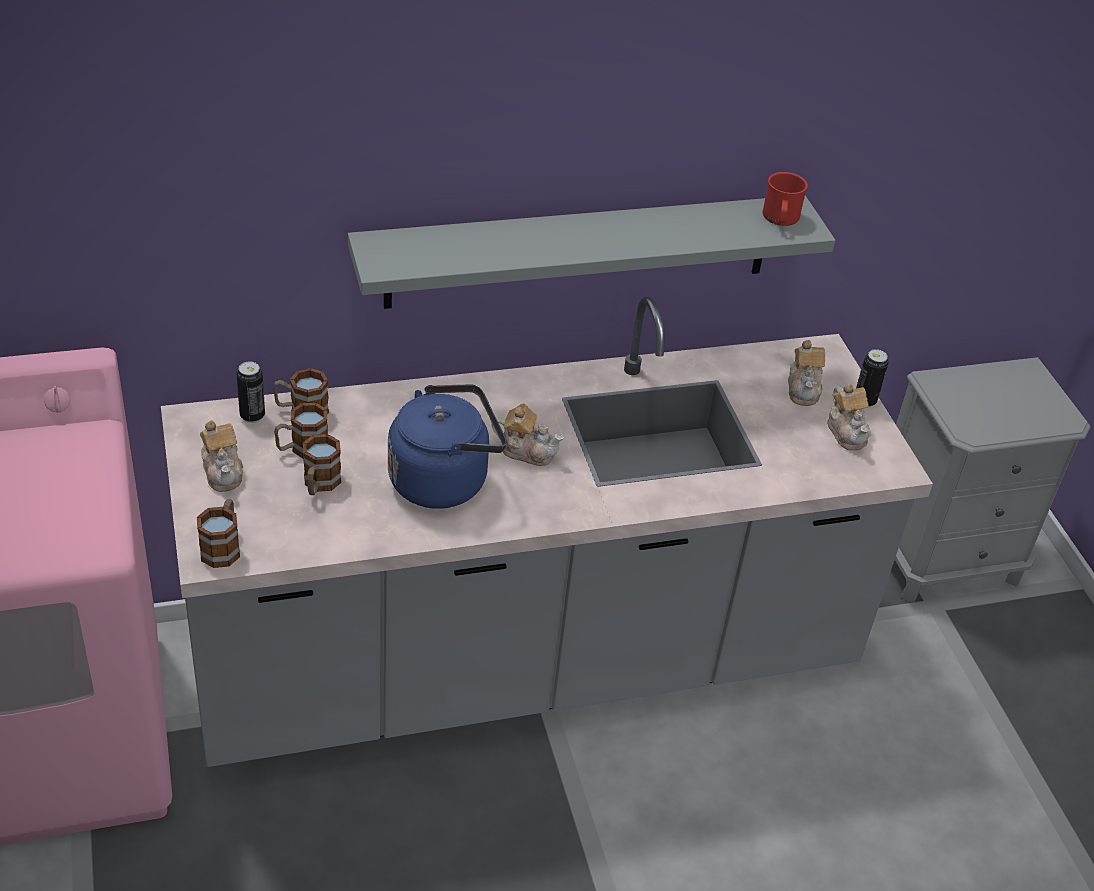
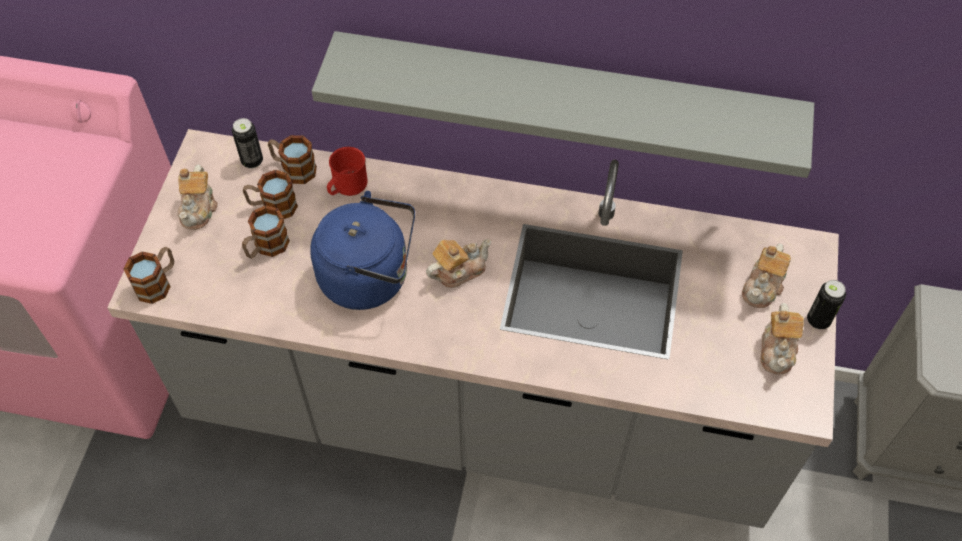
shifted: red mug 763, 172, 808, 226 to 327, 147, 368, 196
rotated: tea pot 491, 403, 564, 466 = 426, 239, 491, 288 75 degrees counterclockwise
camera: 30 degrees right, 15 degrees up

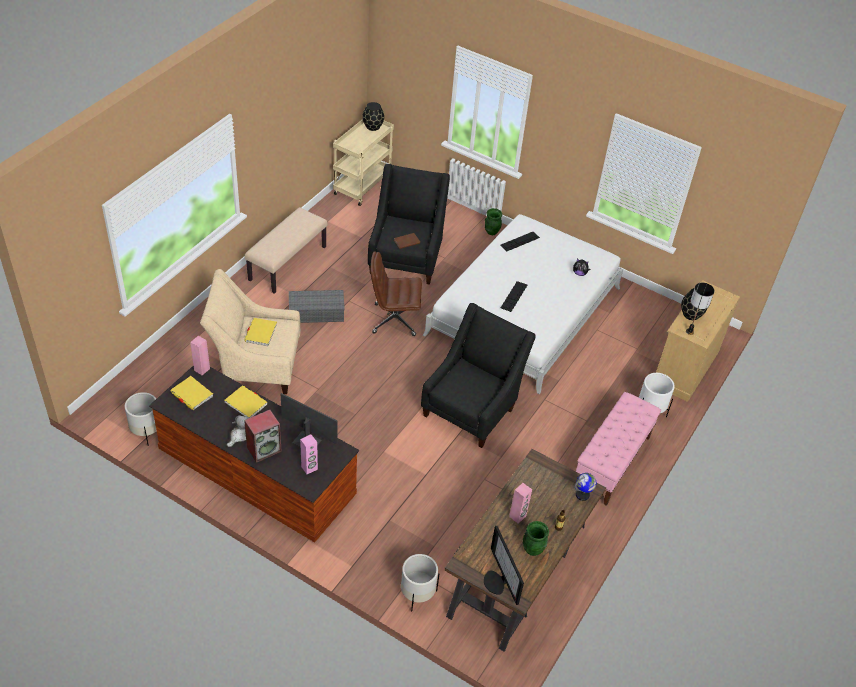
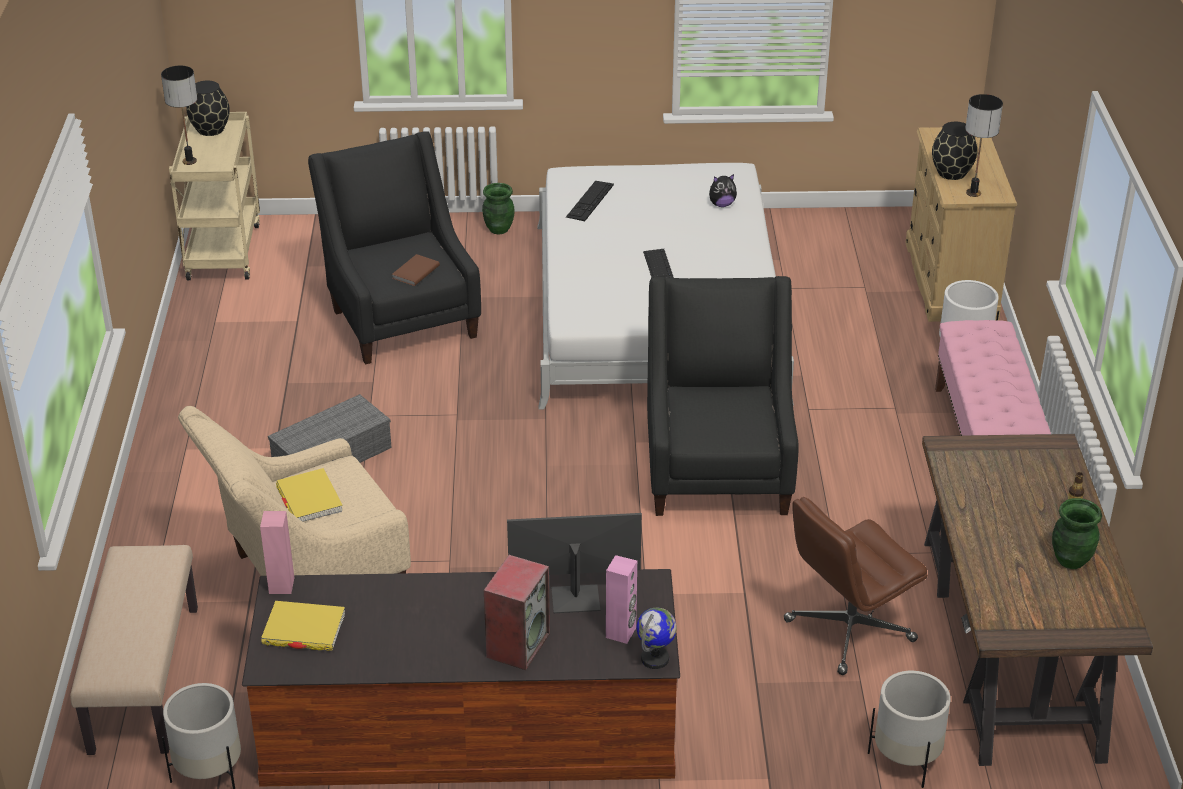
gone: yellow-coloured book 224, 385, 268, 418; plush toy 227, 415, 248, 447; pink-coloured audio speaker 509, 483, 532, 523; monitor 484, 526, 524, 605
new: lamp for a table 161, 66, 197, 165
shifted: sand-coloured bench 244, 207, 328, 294 to 70, 545, 198, 755; brownish computer chair 371, 252, 422, 336 to 784, 497, 928, 675; globe 574, 473, 596, 501 to 636, 608, 677, 669
camera: 30 degrees left, 10 degrees down

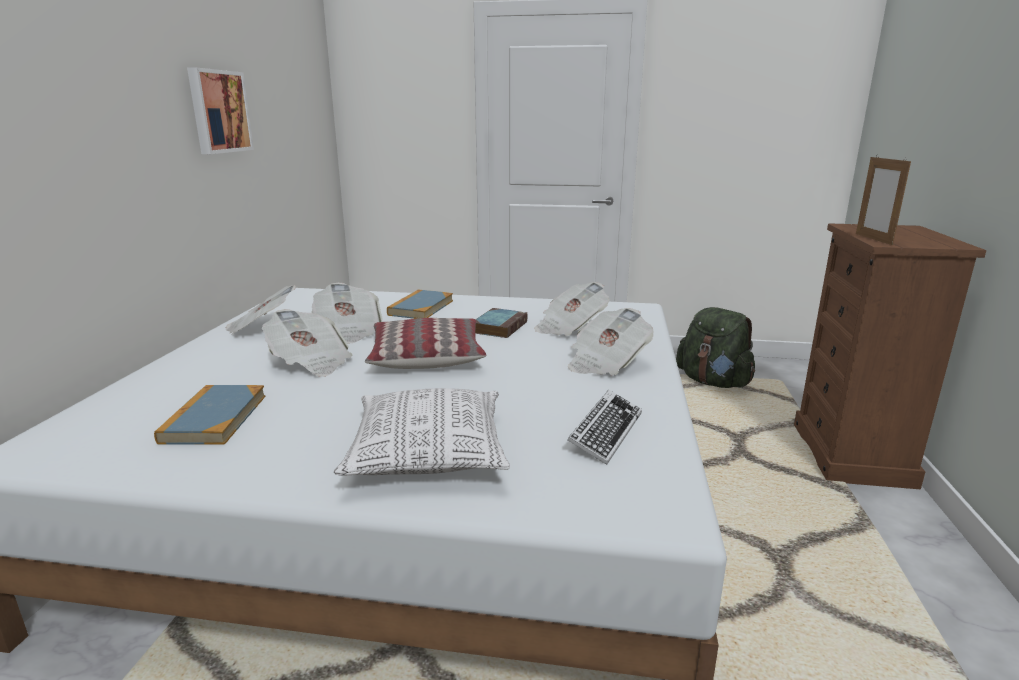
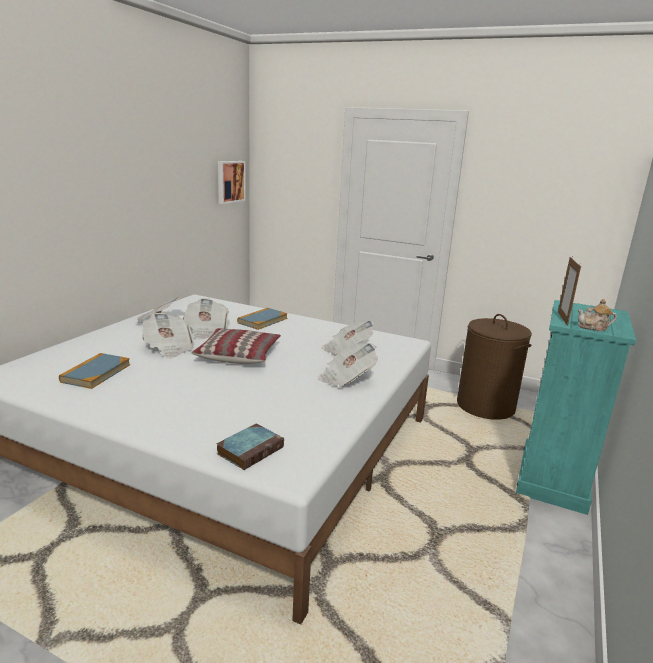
gone: pillow 334, 388, 510, 475; computer keyboard 567, 390, 642, 465
new: tea pot 578, 299, 617, 331
shifted: wall picture 187, 67, 254, 154 to 218, 161, 246, 204; book 475, 308, 527, 338 to 217, 424, 284, 470
swapped: greenish rucksack 676, 307, 755, 388 to brownish washing basket 457, 314, 532, 420
repainted: brownish drawer chest 794, 223, 986, 489 to turquoise drawer chest 516, 300, 636, 515
camera: 15 degrees right, 0 degrees up

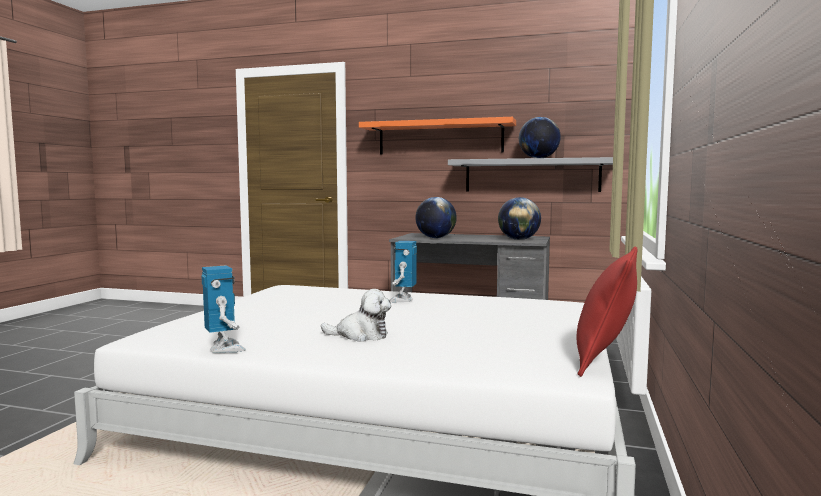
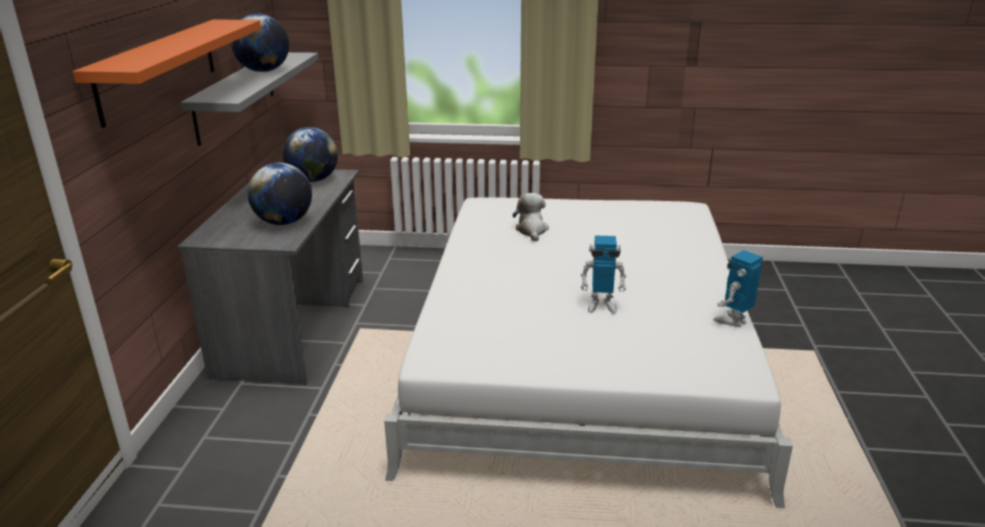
gone: red pillow 577, 246, 638, 377
shifted: model robot 389, 241, 417, 302 to 581, 236, 626, 314; plush toy 321, 289, 391, 342 to 513, 193, 549, 242
camera: 100 degrees left, 20 degrees up

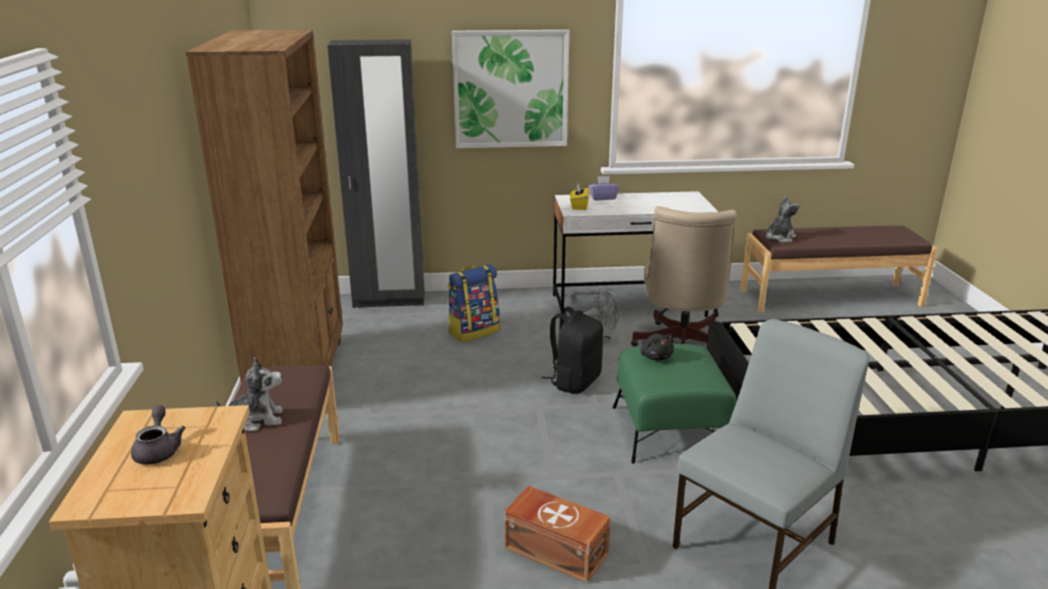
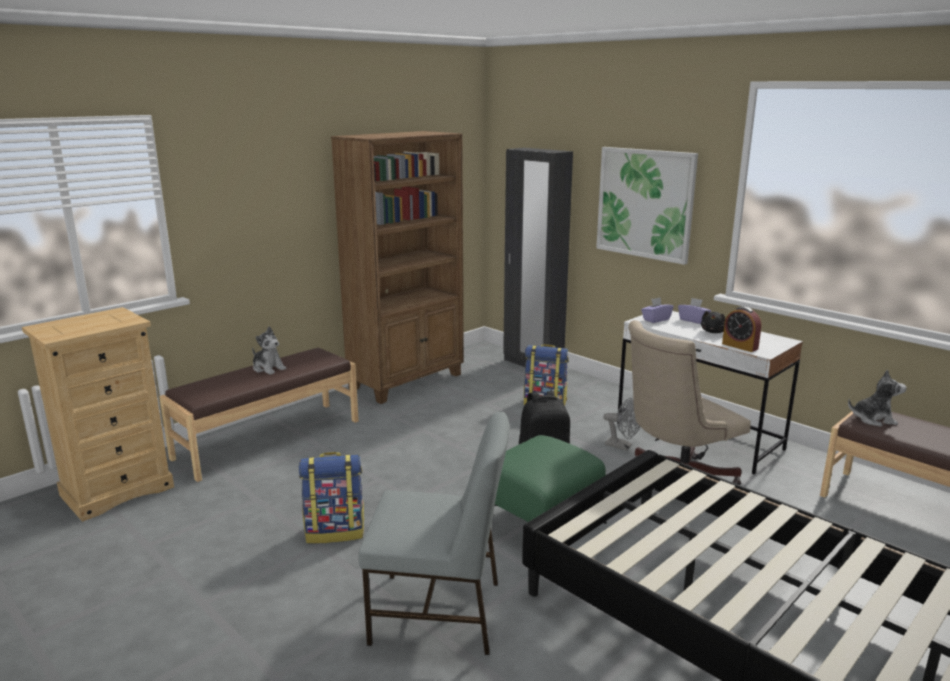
gone: grey tea pot 131, 405, 186, 465
new: bedside clock 722, 307, 761, 352
shifted: black-coloured plush toy 640, 333, 674, 360 to 701, 311, 725, 333
swapped: brownish storage container 504, 486, 611, 583 to rucksack 299, 452, 364, 544
repainted: yellow-coloured tissue holder 570, 183, 590, 210 to purple tissue holder 641, 297, 674, 323
camera: 50 degrees right, 5 degrees down

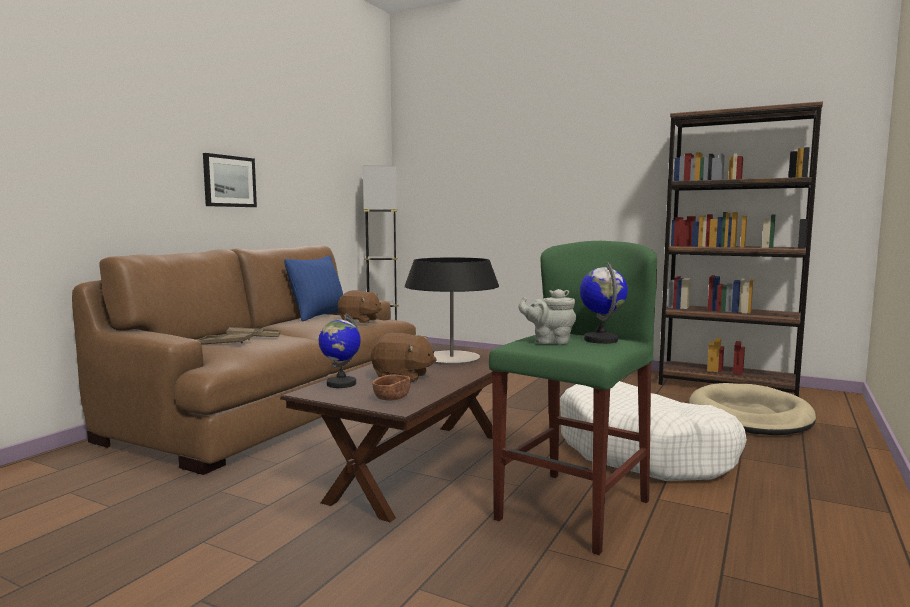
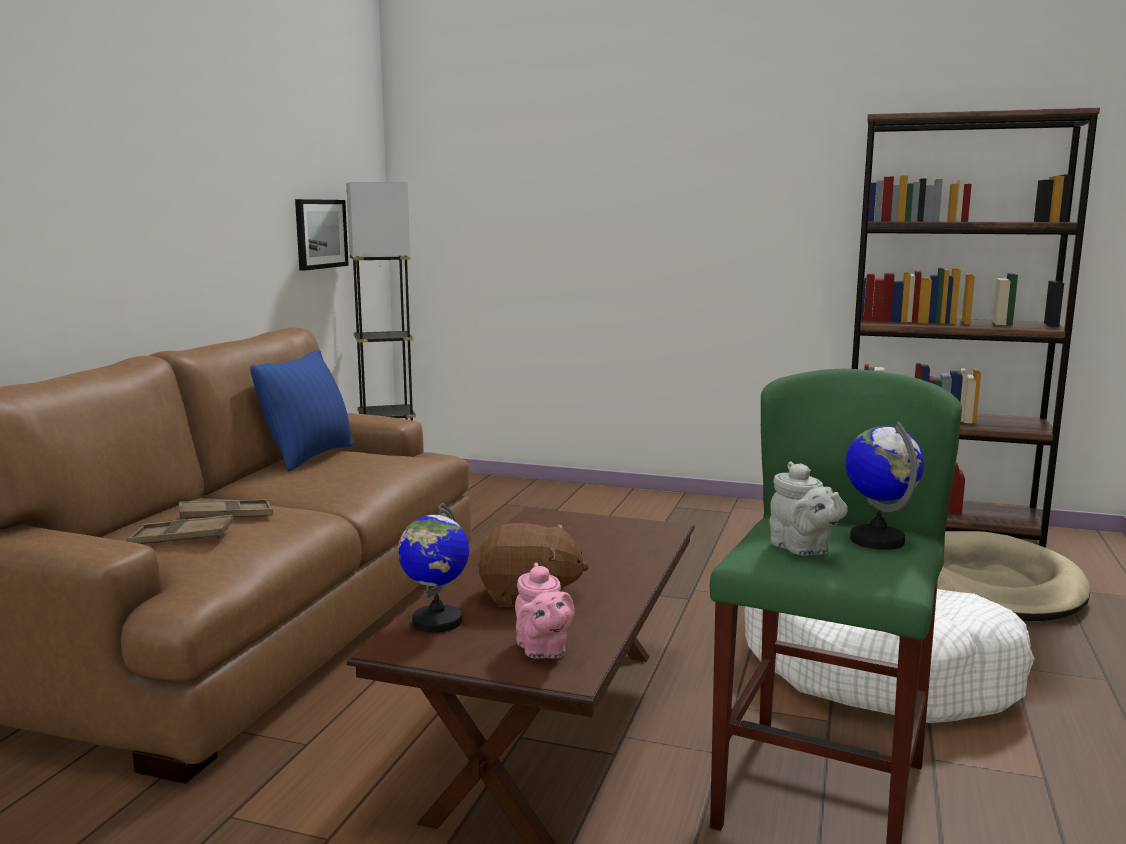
gone: lamp for a table 405, 257, 499, 365; brownish plush toy 338, 290, 382, 323
shifted: wall picture 203, 153, 257, 207 to 295, 199, 349, 271
swapped: brownish deep dish 372, 374, 411, 400 to pink-coloured tea pot 515, 562, 575, 659
rotated: grey tea pot 519, 289, 576, 344 = 769, 461, 848, 556 120 degrees counterclockwise
camera: 10 degrees left, 5 degrees up

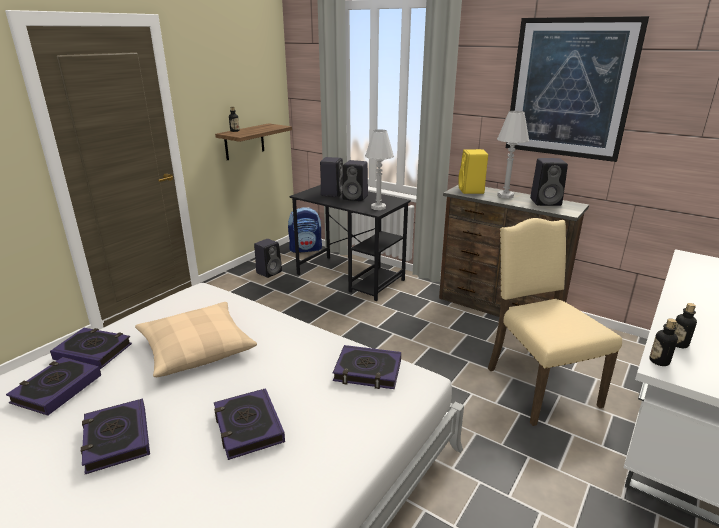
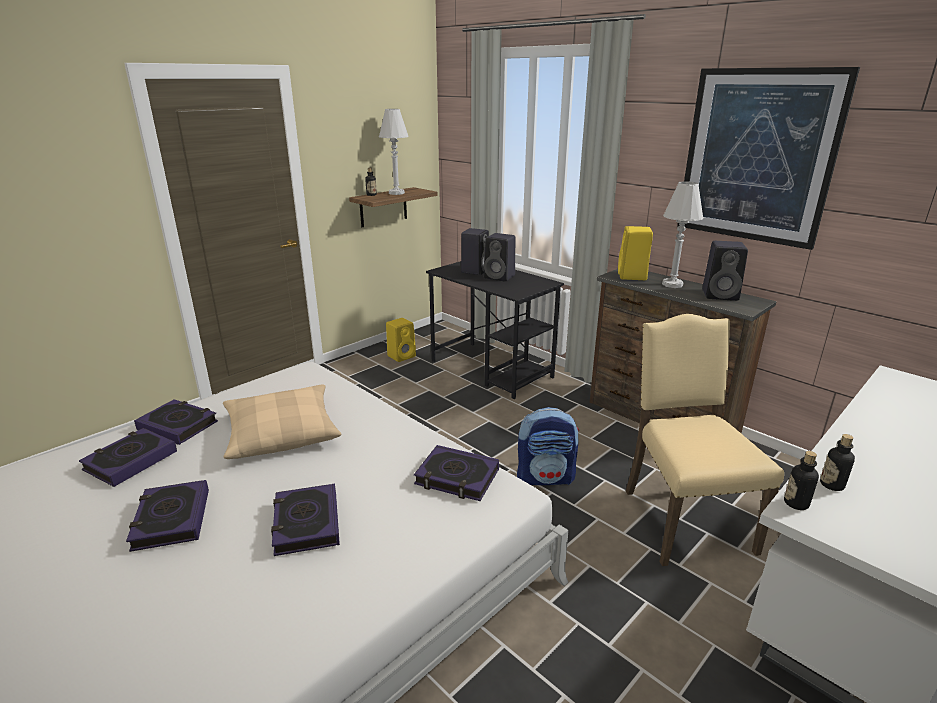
shifted: white-coloured lamp for a table 365, 129, 394, 210 to 379, 109, 409, 195; rucksack 288, 207, 322, 253 to 517, 407, 579, 485
repainted: black-coloured audio speaker 254, 239, 282, 278 to yellow-coloured audio speaker 386, 318, 416, 362
camera: 10 degrees right, 0 degrees up

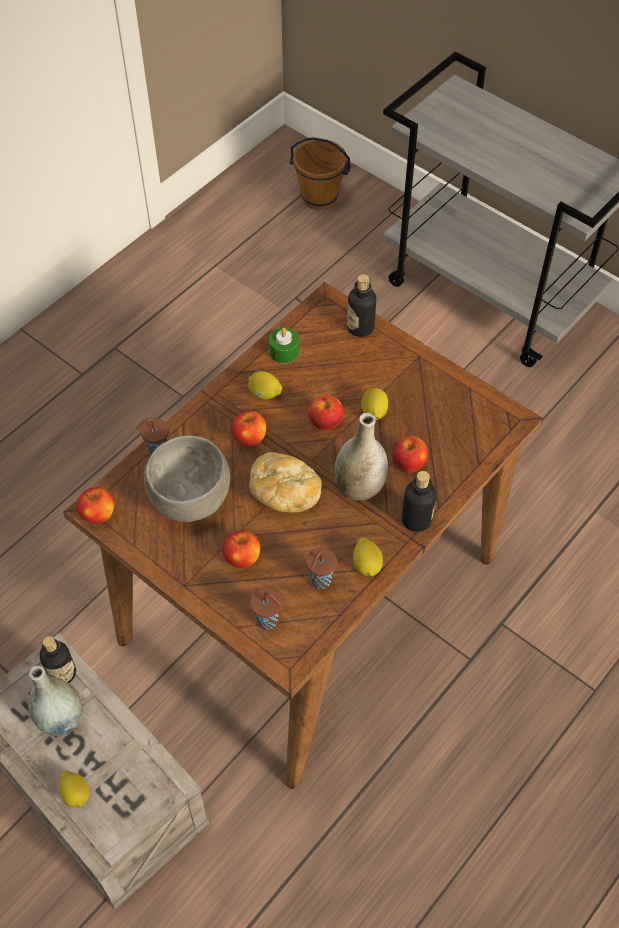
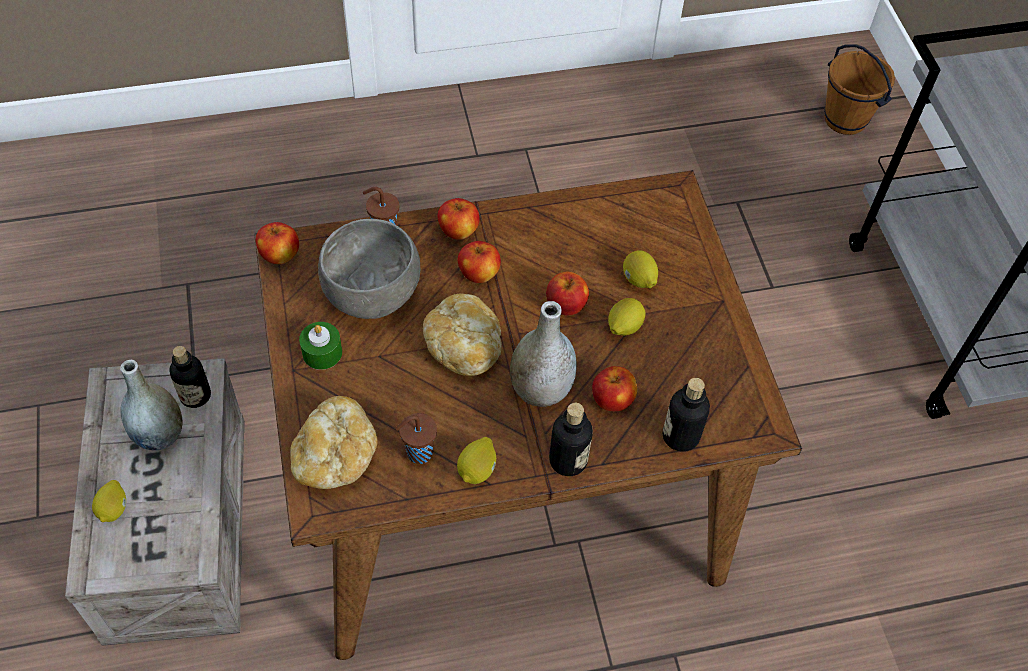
shifted: beverage bottle 347, 274, 376, 337 to 663, 378, 710, 452; greenish candle 269, 327, 299, 364 to 299, 322, 342, 370; citrus fruit 248, 371, 283, 399 to 623, 250, 658, 288; apple 222, 530, 260, 568 to 437, 198, 480, 240
swapped: brownish drinking cup 250, 588, 282, 630 to bakery bread 290, 396, 378, 489
camera: 35 degrees right, 0 degrees up

